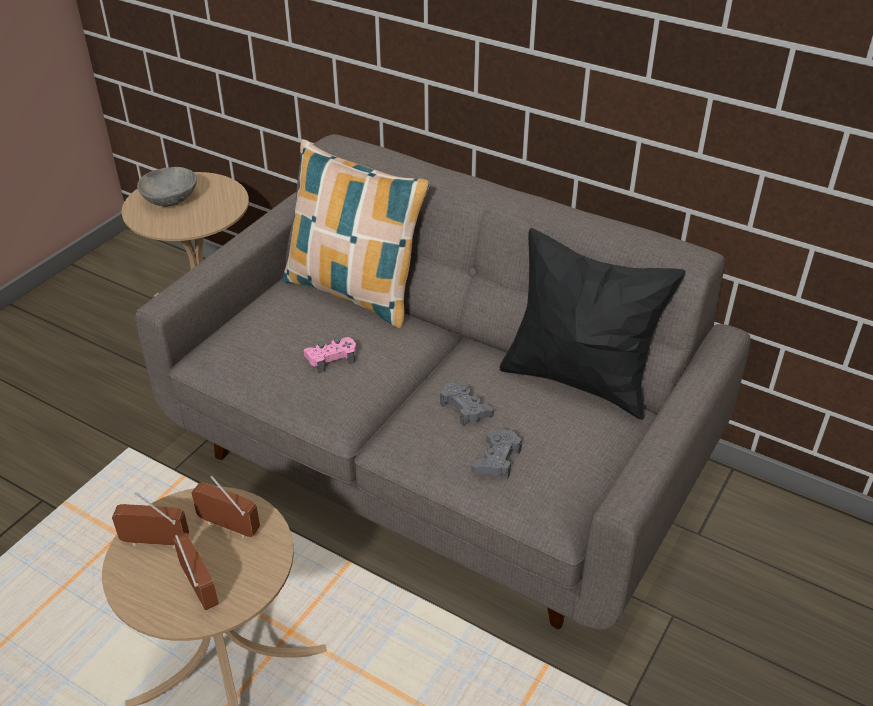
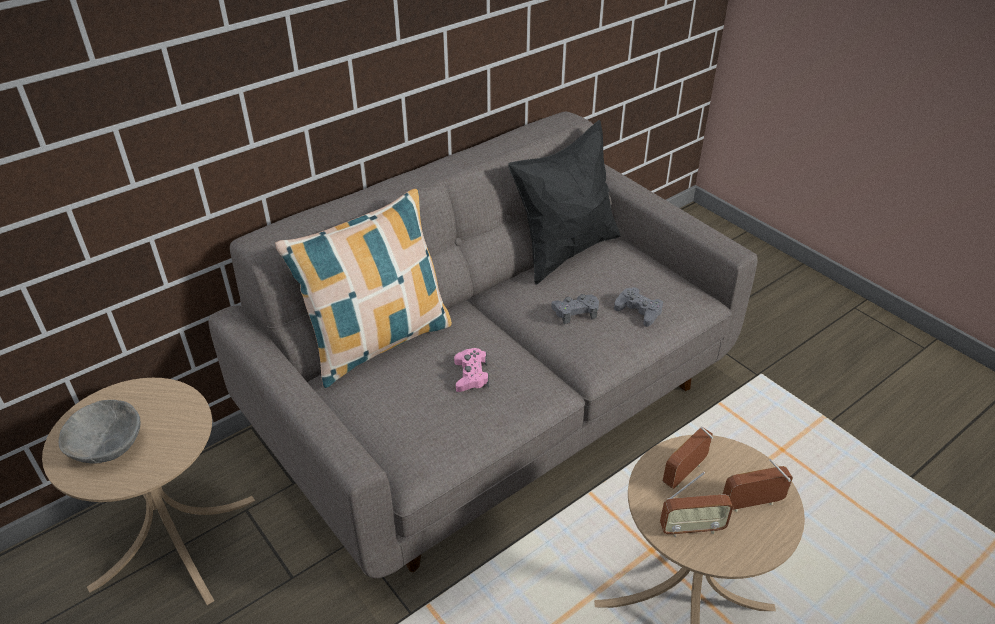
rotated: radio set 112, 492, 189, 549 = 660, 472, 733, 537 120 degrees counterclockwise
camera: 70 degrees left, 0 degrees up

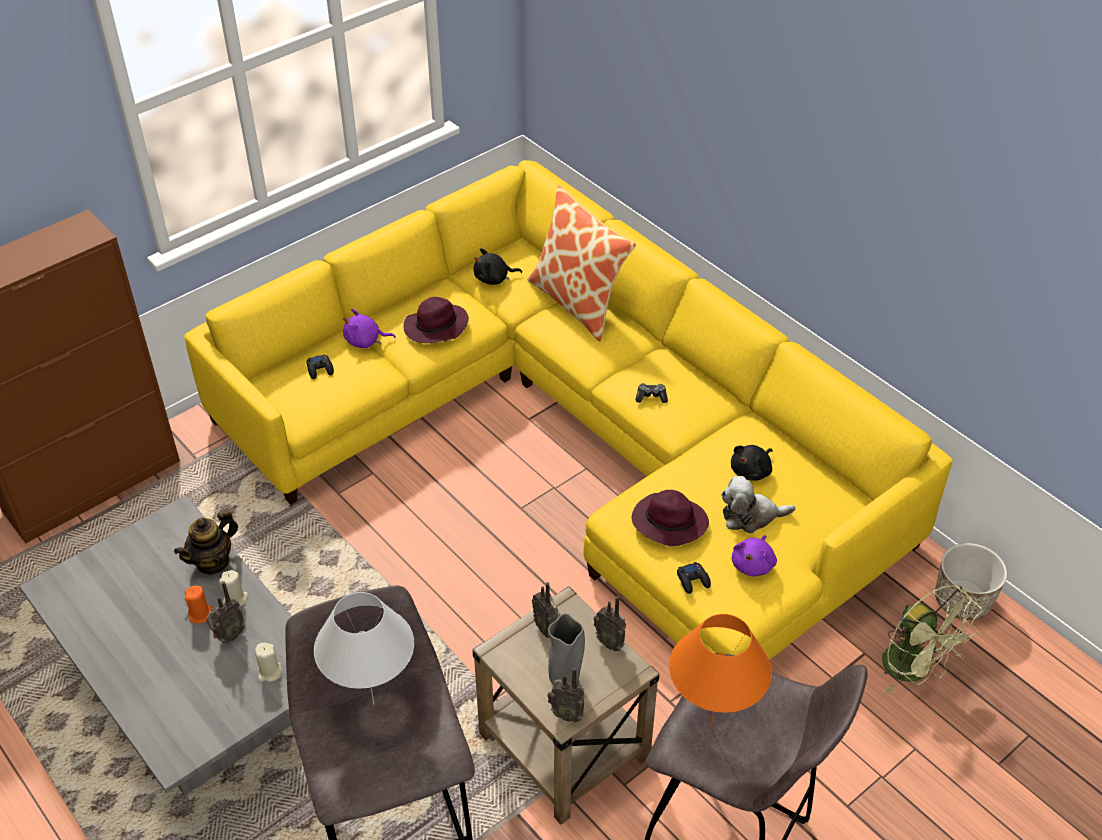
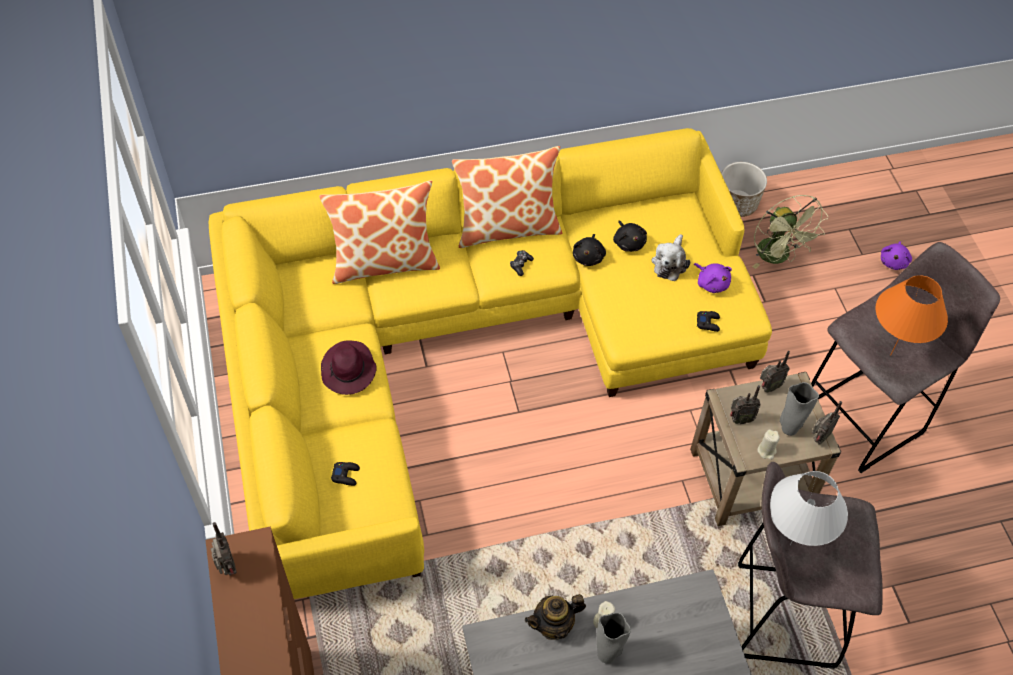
gone: purple hat 632, 490, 709, 546
new: pillow 452, 146, 562, 248
shifted: black-coloured plush toy 474, 248, 522, 285 to 573, 234, 606, 266; purple plush toy 343, 309, 396, 348 to 881, 241, 912, 270; radio set 206, 581, 245, 643 to 210, 522, 237, 576; sand-coloured candle 255, 643, 283, 682 to 757, 429, 780, 460
swapped: orange-coloured candle 185, 585, 212, 623 to grey decorative vase 597, 612, 631, 664
rotated: tea pot 174, 509, 238, 575 = 525, 594, 586, 640 90 degrees clockwise; greenish fan 882, 585, 982, 695 = 752, 195, 829, 269 75 degrees clockwise
camera: 65 degrees left, 10 degrees up

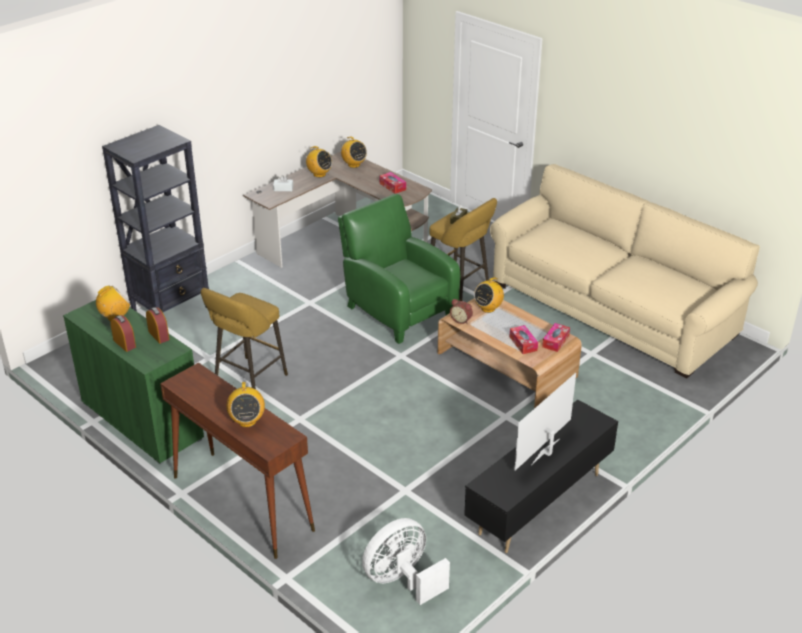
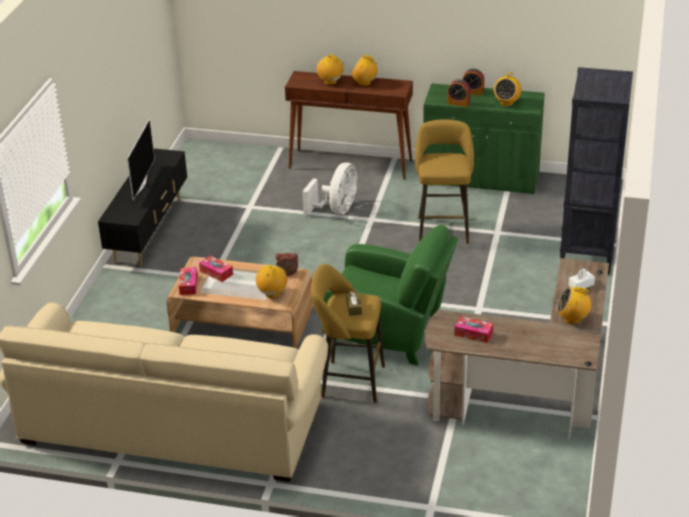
shifted: radio set 341, 136, 367, 168 to 351, 55, 378, 86; white-coloured fan 362, 518, 450, 605 to 302, 162, 357, 215
camera: 150 degrees right, 0 degrees up

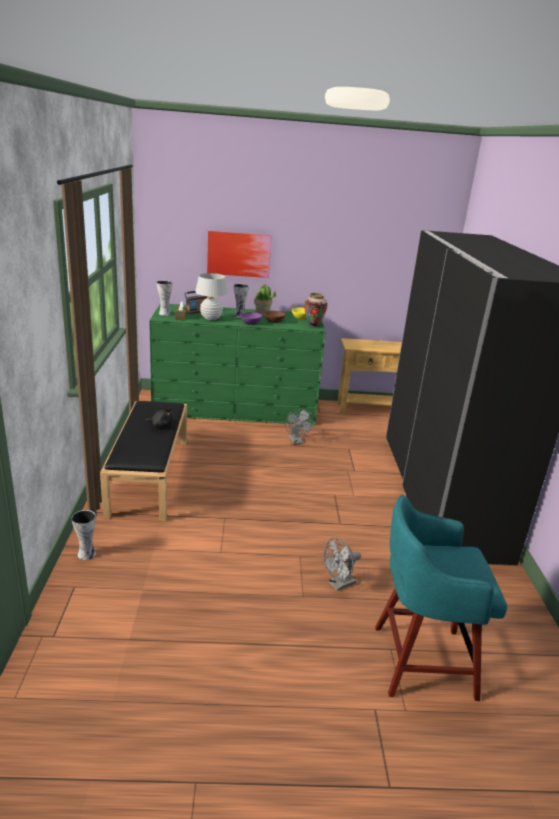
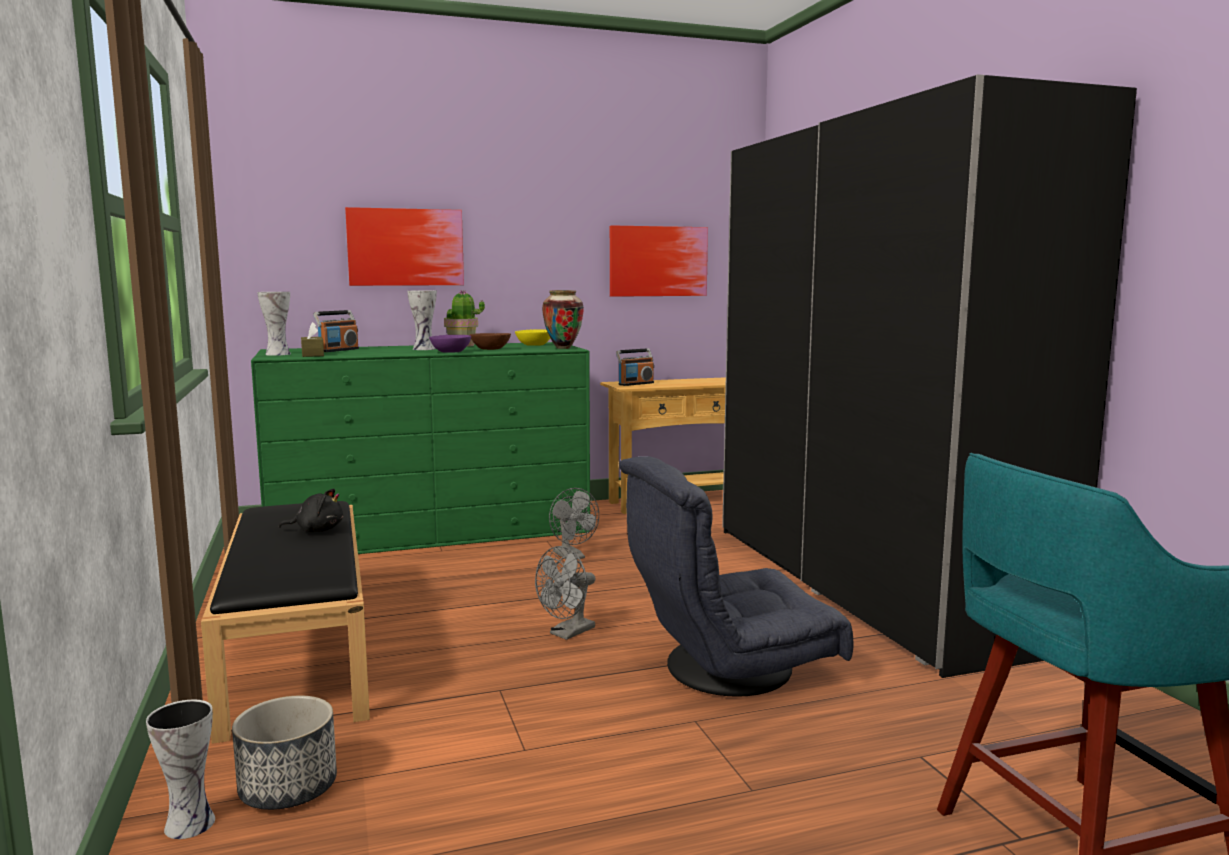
gone: white-coloured lamp for a table 195, 273, 228, 320
new: wall picture 610, 225, 708, 297; radio set 616, 348, 654, 386; grey armchair 619, 456, 853, 697; plant pot 232, 696, 337, 810
shifted: grey fan 323, 537, 361, 591 to 535, 546, 596, 640
camera: 15 degrees left, 15 degrees down

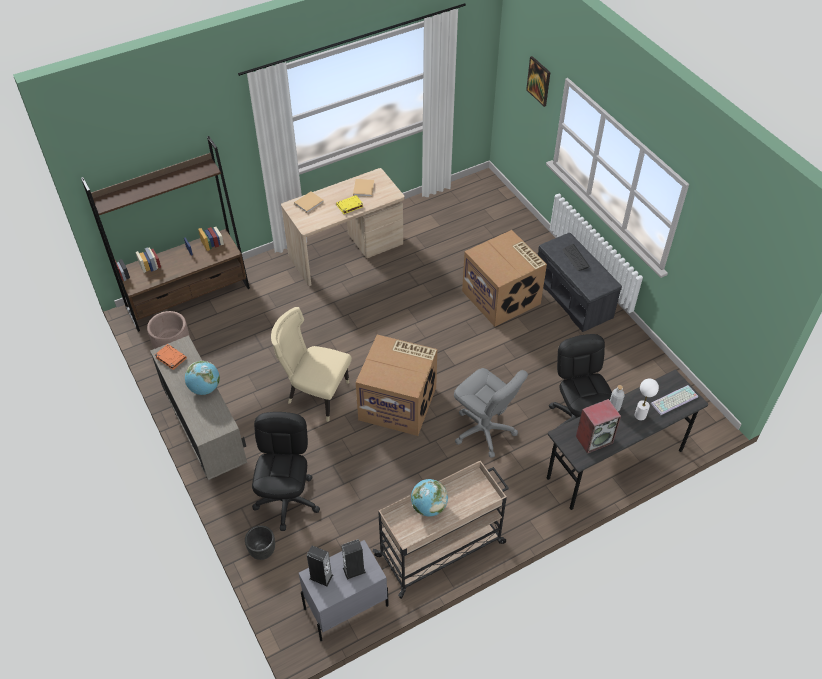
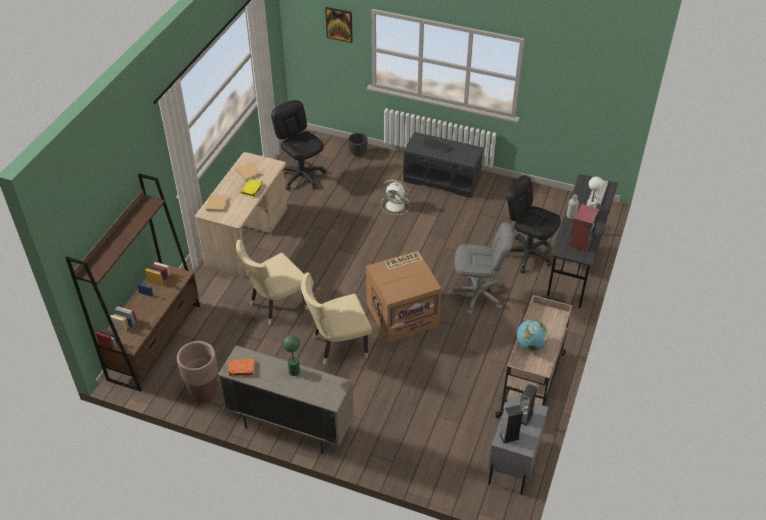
new: sand-coloured upright chair 236, 240, 308, 325
shifted: black-coloured computer chair 252, 412, 320, 531 to 271, 100, 326, 190; black-coloured plant pot 245, 526, 275, 560 to 348, 133, 368, 156
swapped: cardboard box 462, 230, 547, 327 to white-coloured fan 381, 180, 410, 215; globe 185, 361, 220, 395 to greenish lamp for a table 283, 335, 300, 376
camera: 40 degrees left, 5 degrees down

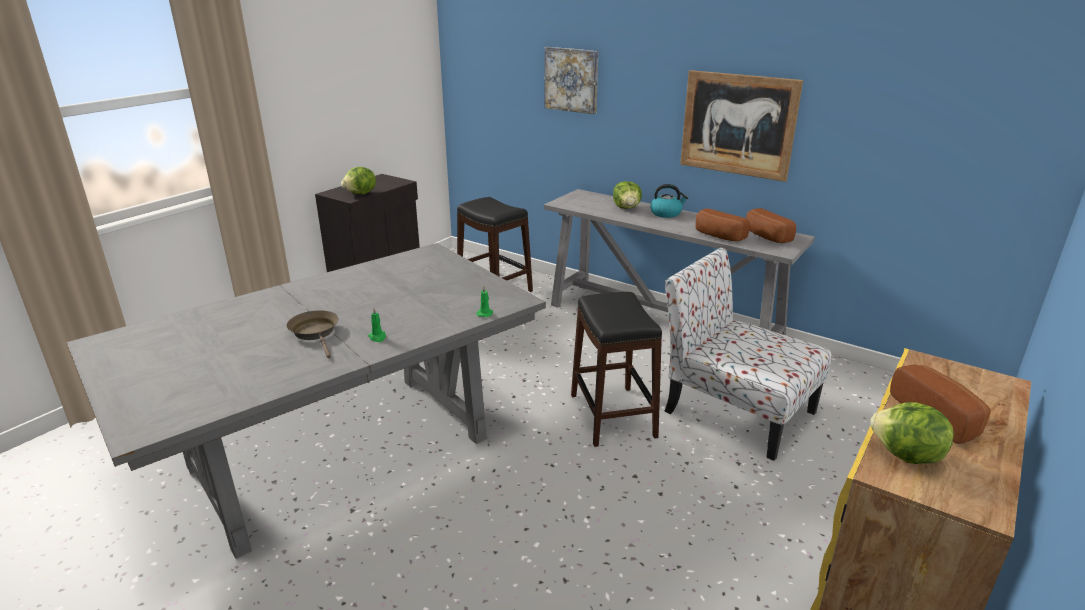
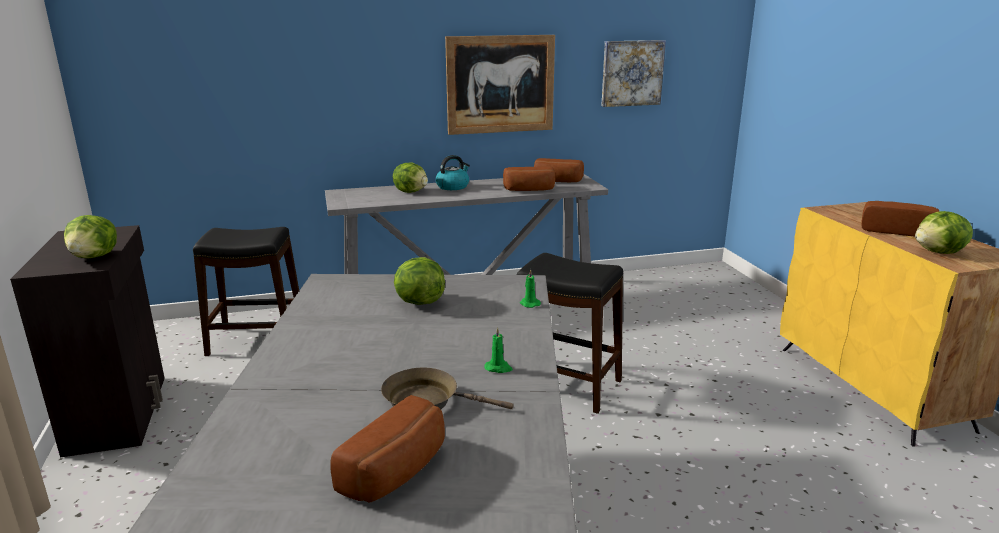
gone: upright chair 664, 248, 832, 461
new: lettuce head 394, 257, 445, 305; bakery bread 331, 395, 445, 503
shifted: wall picture 544, 47, 598, 114 to 601, 40, 666, 107
camera: 50 degrees left, 5 degrees down

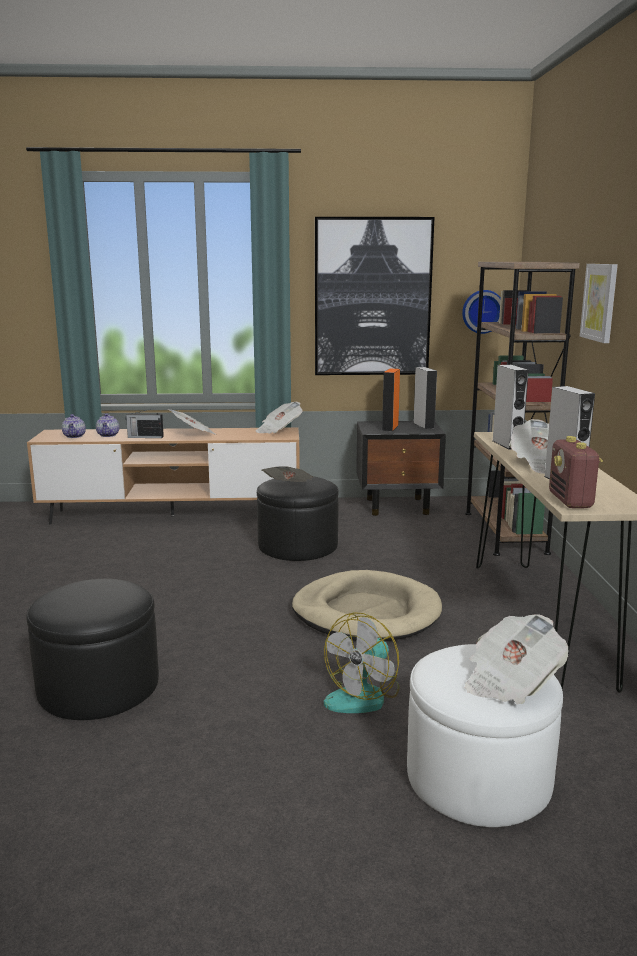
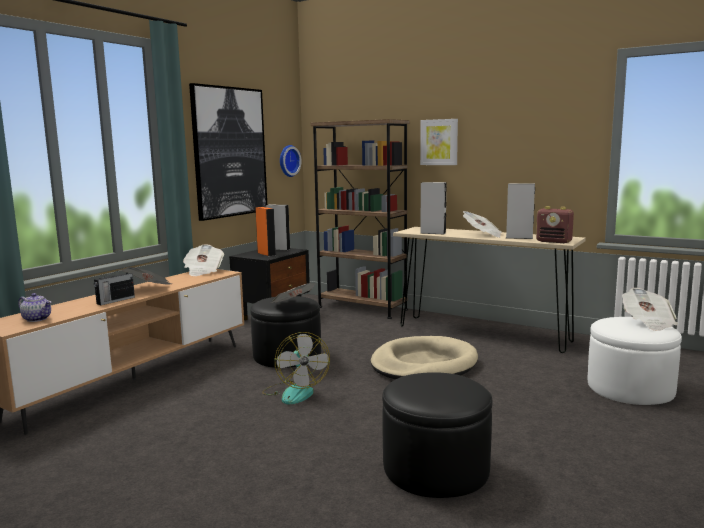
gone: tea pot 96, 413, 119, 437
shifted: fan 324, 612, 399, 713 to 262, 332, 330, 405
camera: 55 degrees left, 5 degrees down

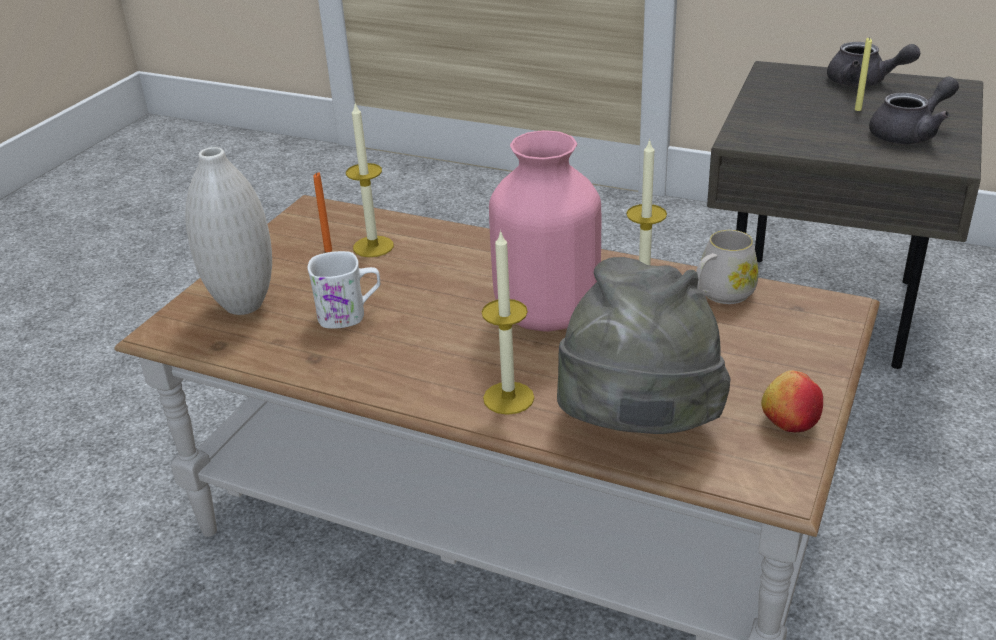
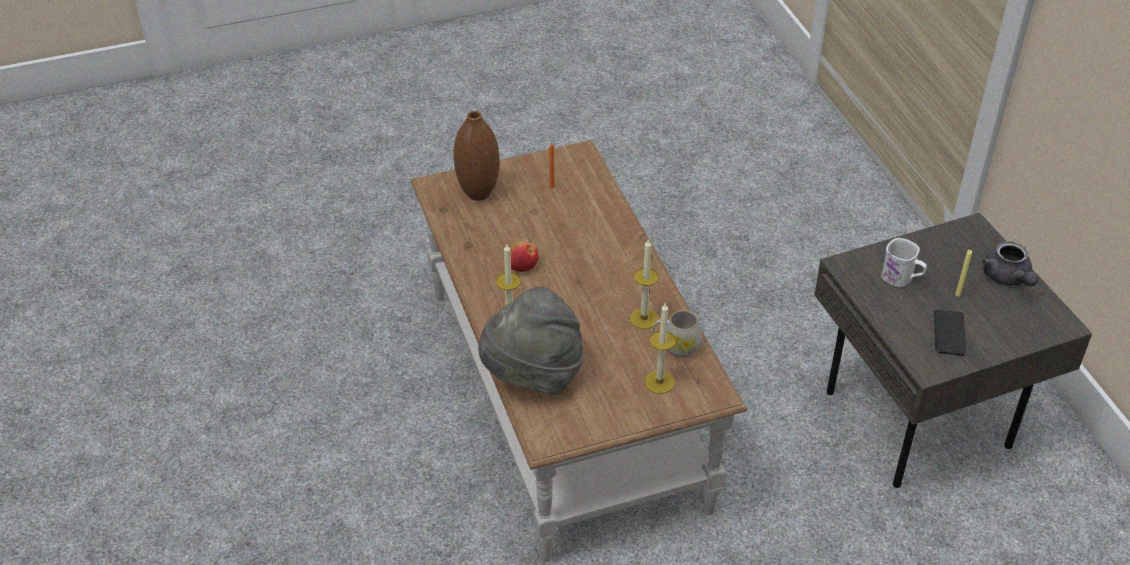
gone: pink-coloured decorative vase 489, 130, 601, 332
shifted: candle 346, 104, 394, 257 to 645, 303, 676, 394; white-coloured mug 307, 251, 380, 329 to 881, 238, 927, 287; apple 761, 370, 823, 432 to 510, 241, 538, 272
swapped: grey tea pot 869, 76, 959, 144 to phone 934, 310, 966, 356
repainted: white-coloured decorative vase 185, 147, 272, 315 to brownish decorative vase 454, 111, 500, 201
camera: 45 degrees right, 10 degrees up

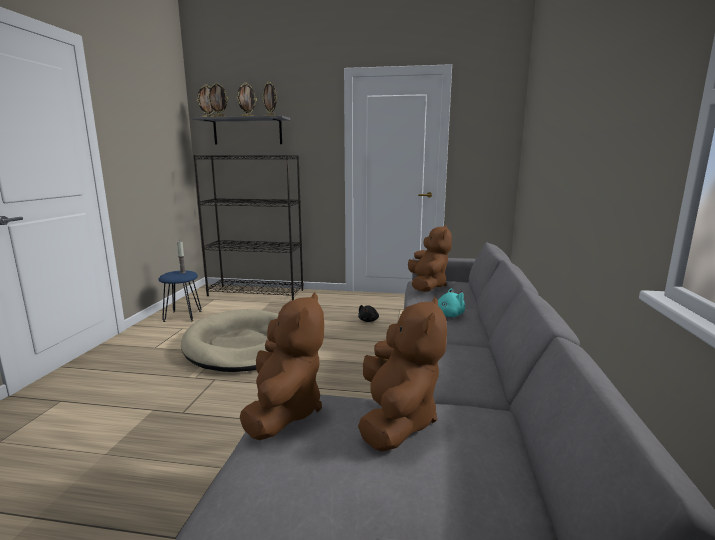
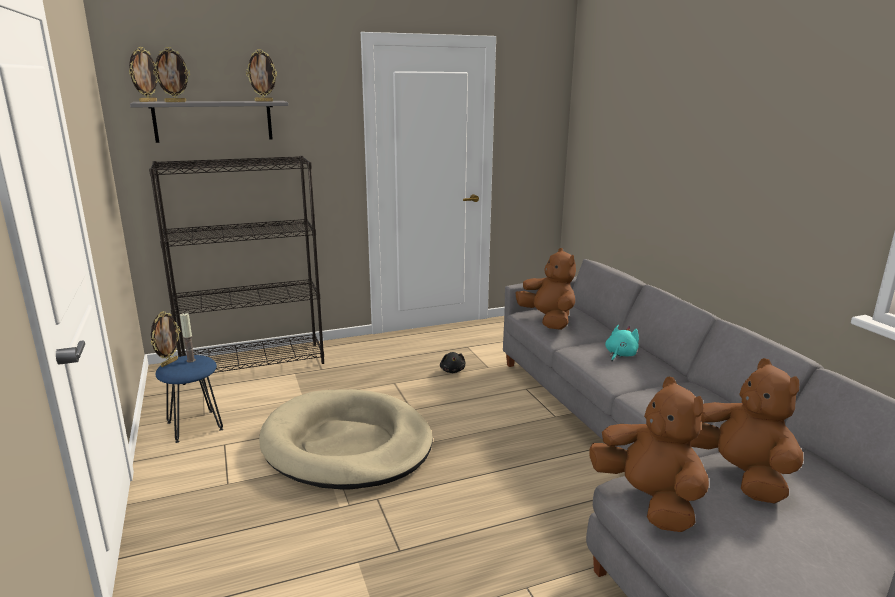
shifted: photo frame 237, 83, 257, 116 to 151, 311, 180, 367
camera: 30 degrees left, 5 degrees up

